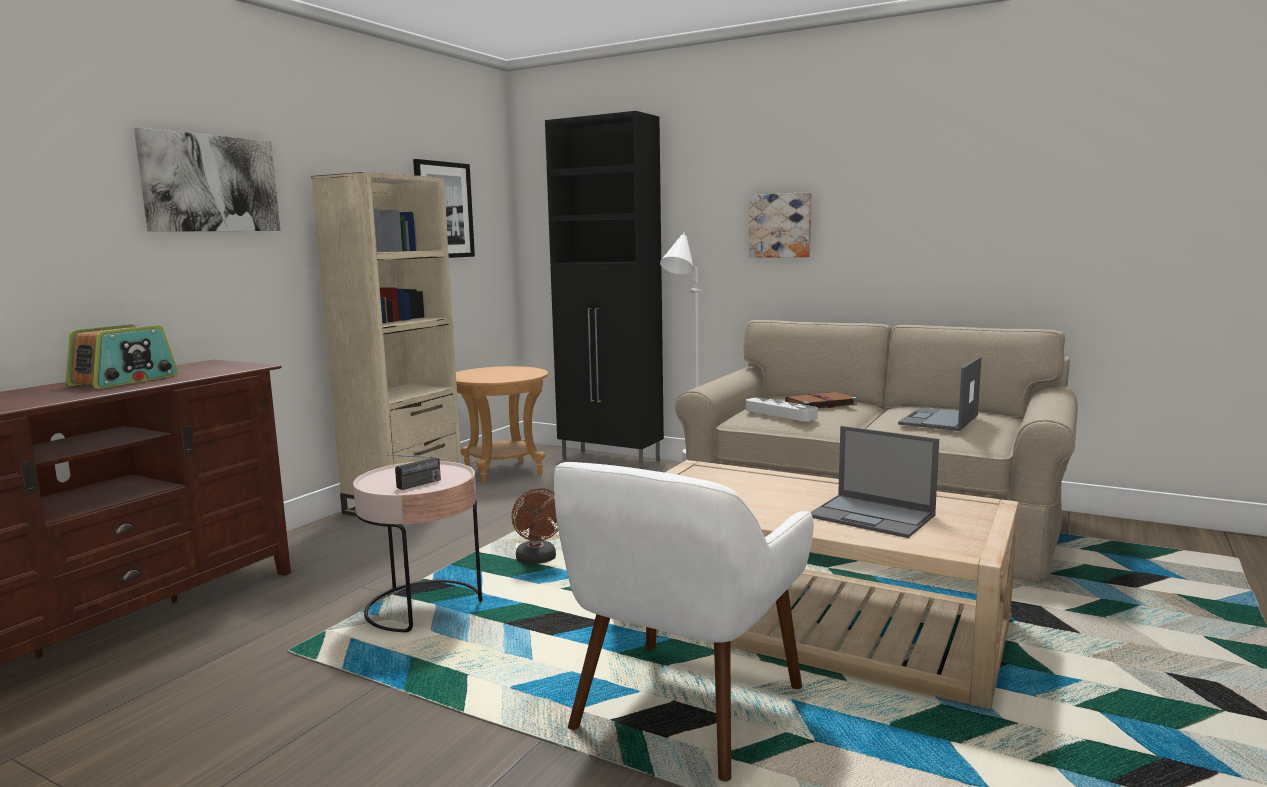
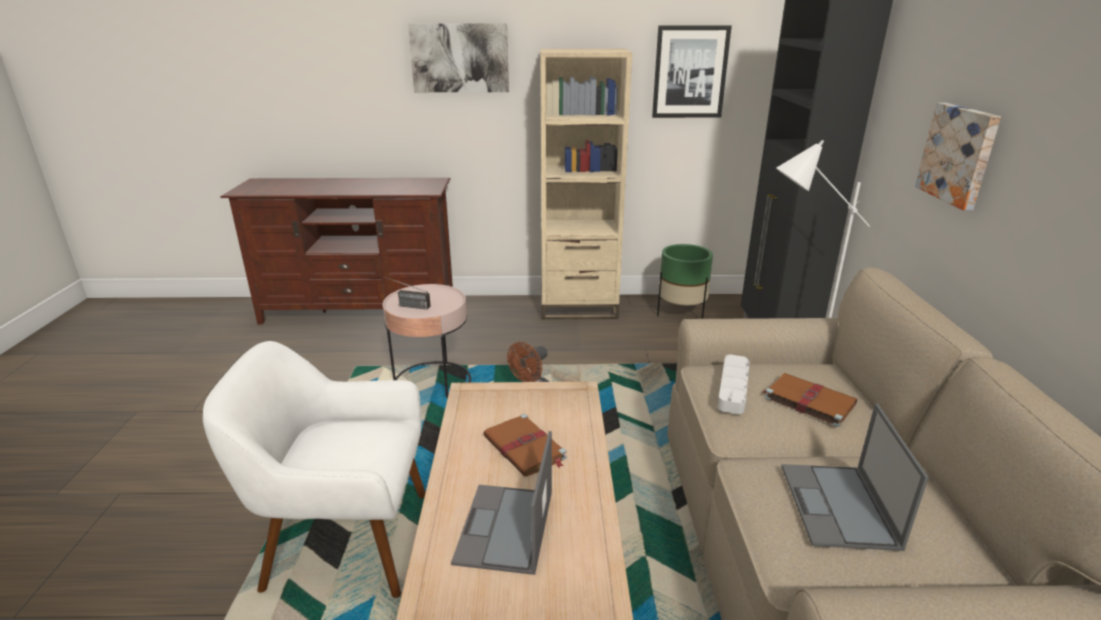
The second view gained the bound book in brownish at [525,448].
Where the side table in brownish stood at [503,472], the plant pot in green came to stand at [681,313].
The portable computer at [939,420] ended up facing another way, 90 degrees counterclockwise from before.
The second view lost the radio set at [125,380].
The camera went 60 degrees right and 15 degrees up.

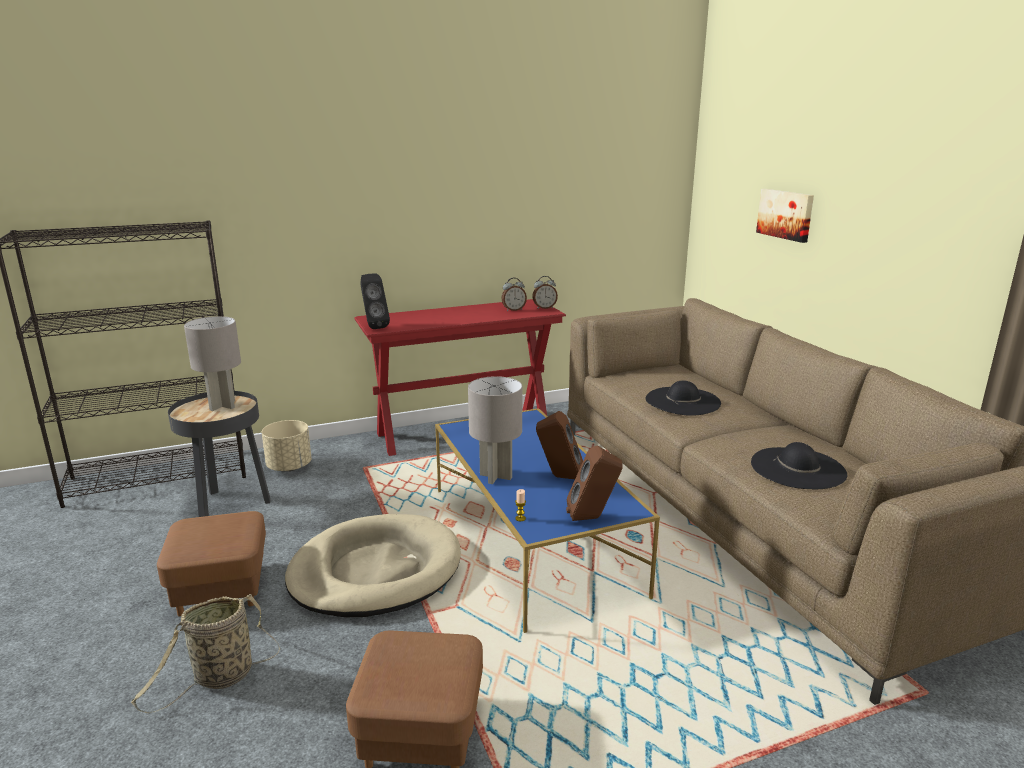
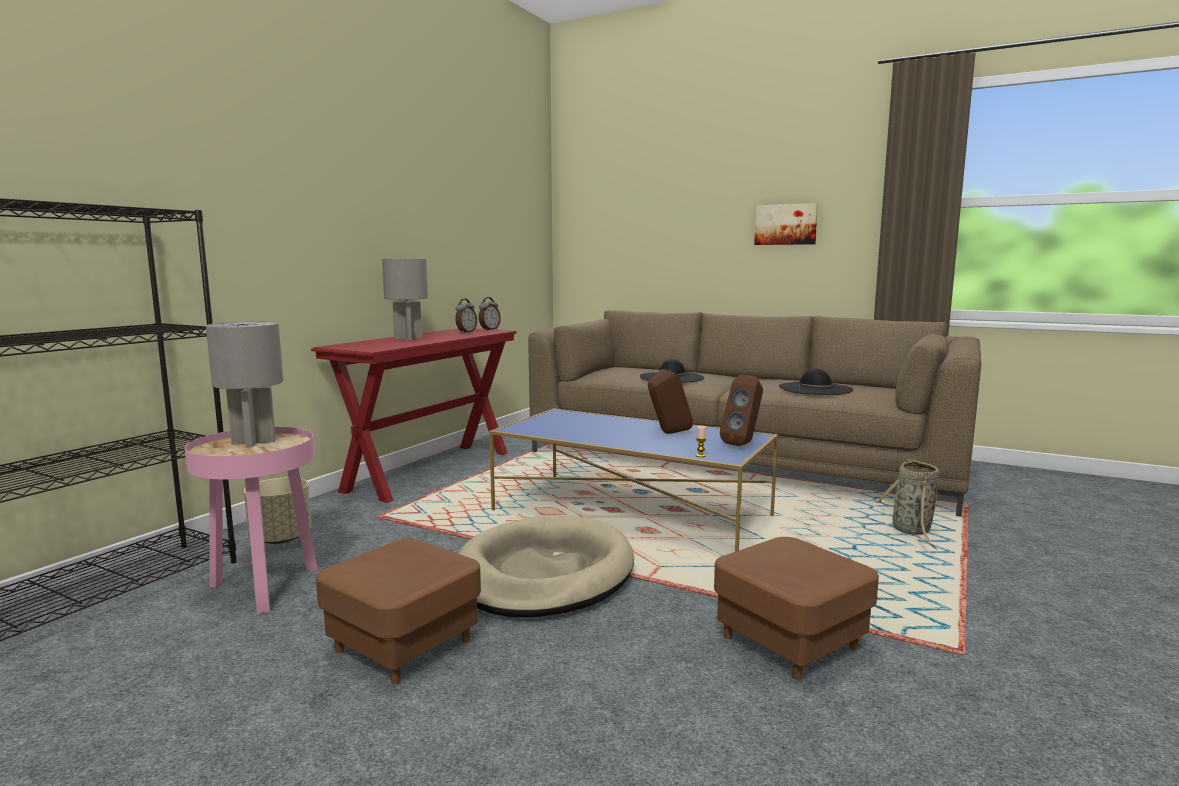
What was the side table in black-coloured at [229,505] turned into the side table in pinkish at [264,587].
The table lamp in grey ended up elsewhere, having gone from [496,476] to [408,338].
The wall art ended up elsewhere, having gone from [786,214] to [786,224].
The storage basket ended up elsewhere, having gone from [220,678] to [912,531].
The second view lost the loudspeaker in black-coloured at [373,327].
The camera went 40 degrees left and 10 degrees down.

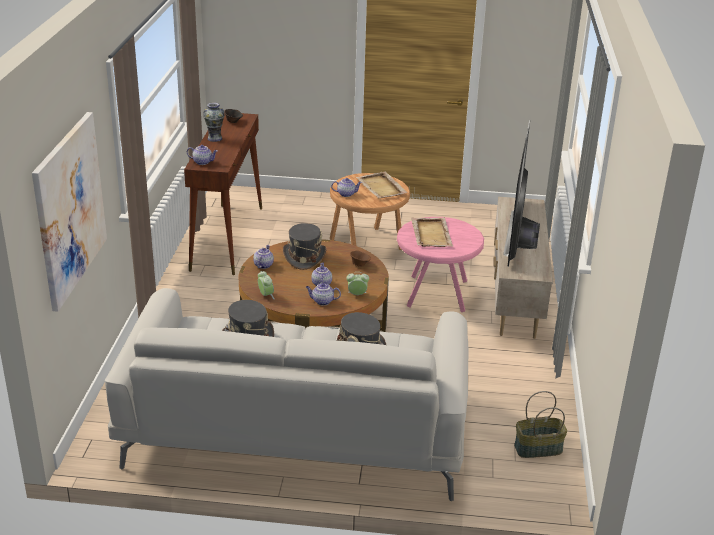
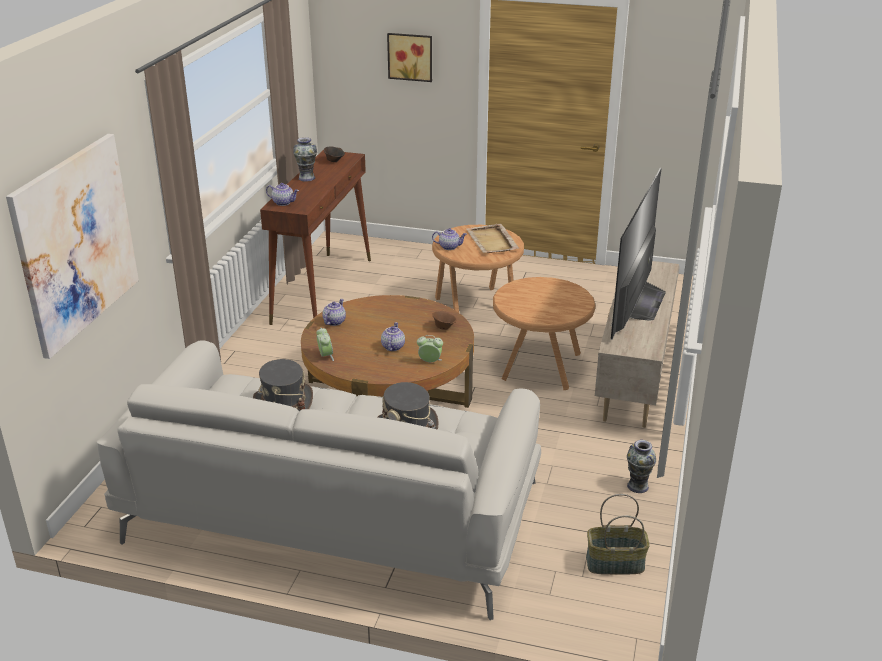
The second view gained the wall art at [410,56].
What was the side table in pinkish at [436,294] turned into the side table in brownish at [540,368].
The second view gained the flower vase at [637,486].
The second view lost the wearable hat in grey at [304,257].
The second view lost the teapot at [322,301].
The second view lost the serving tray in sand-coloured at [431,234].
The camera went 10 degrees right and 0 degrees up.

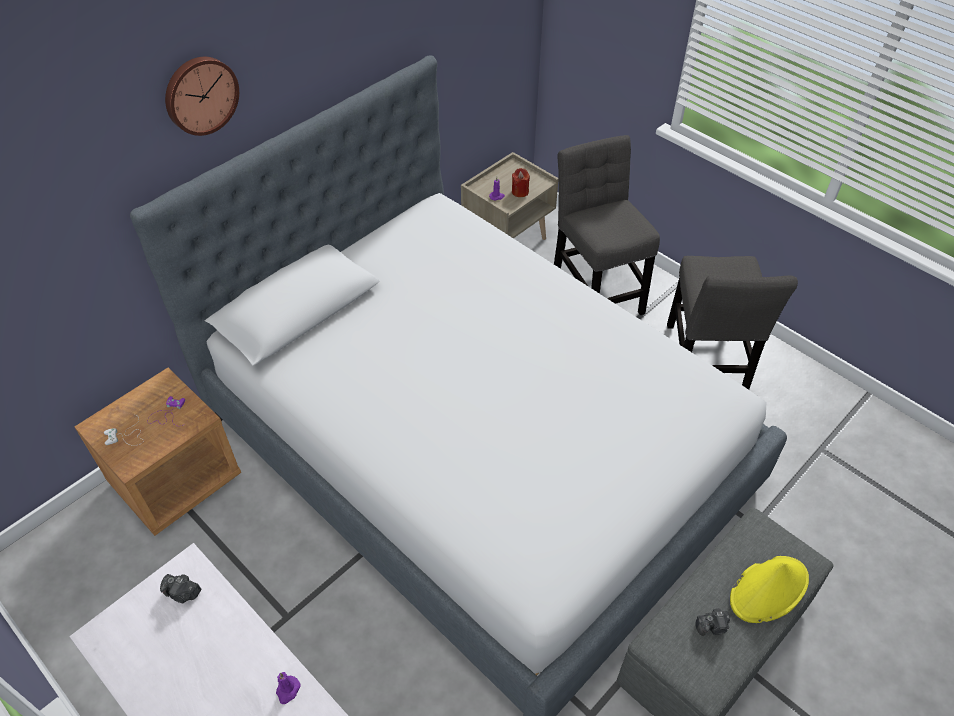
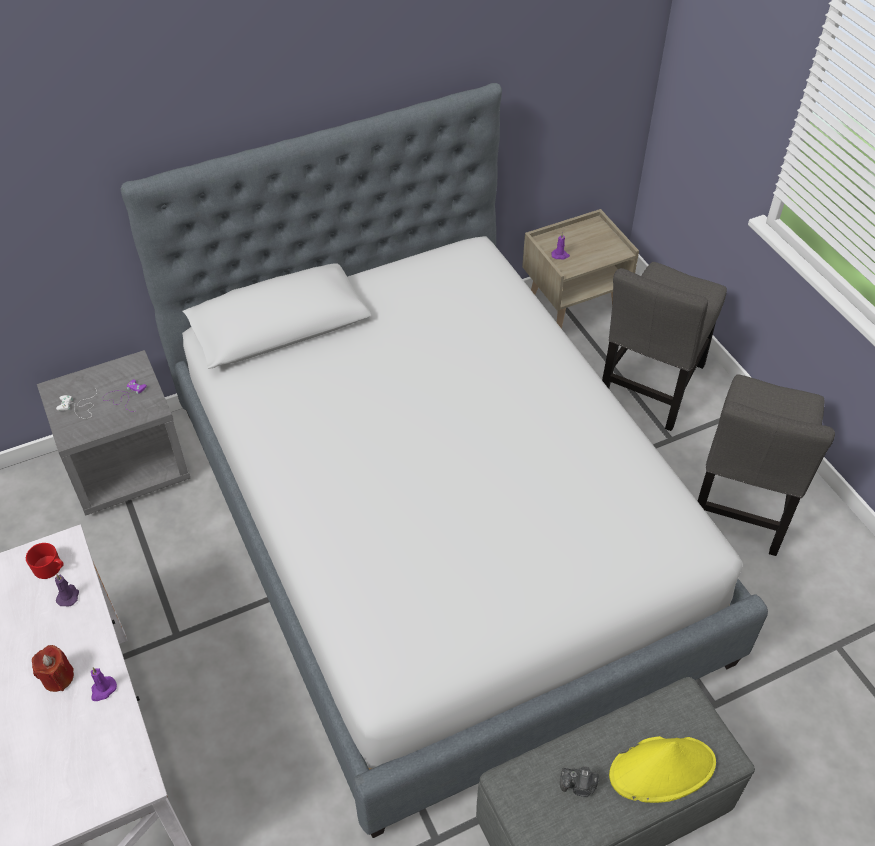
Where the photo camera stood at [183,593], the coffee mug in red came to stand at [50,568].
The wax candle in red ended up elsewhere, having gone from [520,192] to [58,677].
What was the bedside table in brownish at [176,479] turned into the bedside table in grey at [128,467].
The second view gained the wax candle in purple at [68,596].
The upright chair in grey at [596,288] ended up facing another way, 150 degrees counterclockwise from before.
The second view lost the clock on the wall at [200,94].
The camera went 20 degrees right and 0 degrees up.

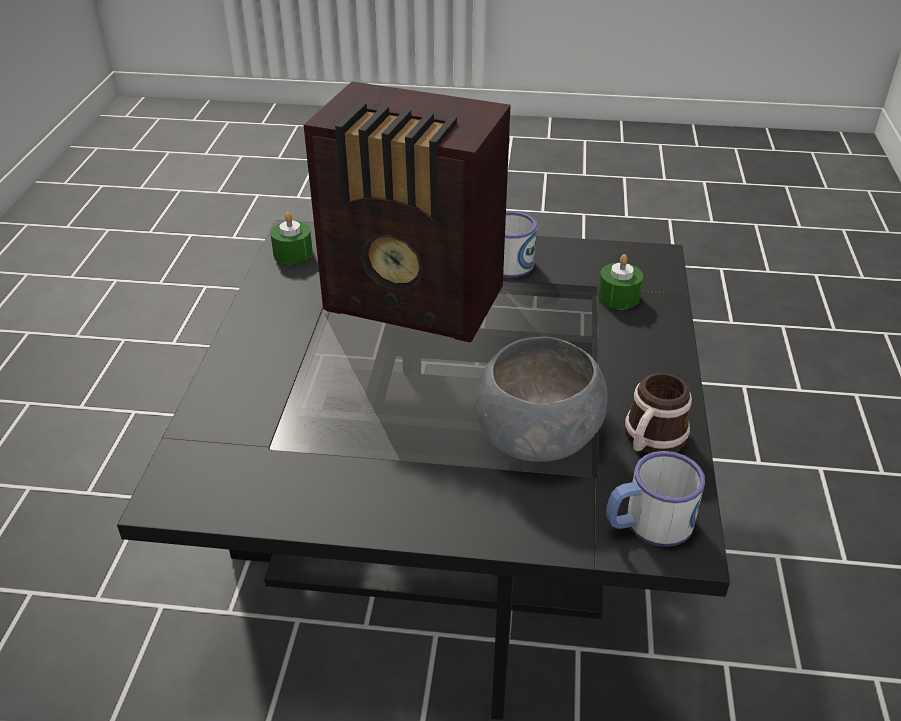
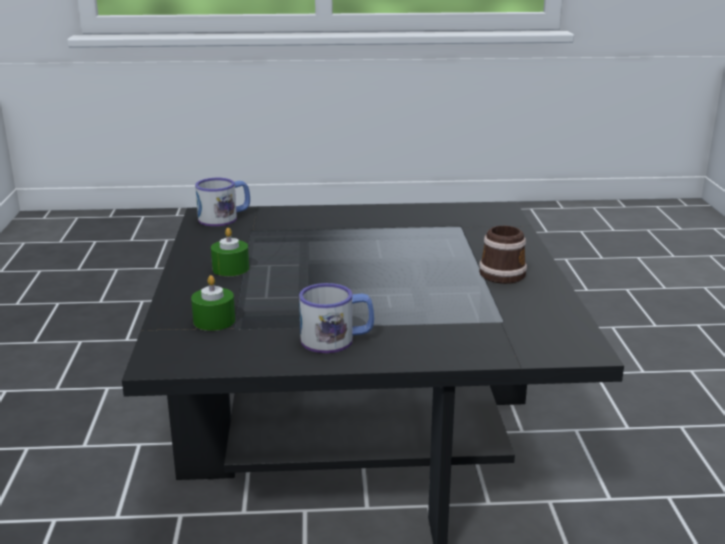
The wax candle in green ended up elsewhere, having gone from [293,253] to [230,268].
The coffee mug ended up elsewhere, having gone from [651,441] to [504,272].
The second view lost the radio set at [416,302].
The second view lost the deep dish in grey at [534,437].
The camera went 170 degrees right and 15 degrees down.

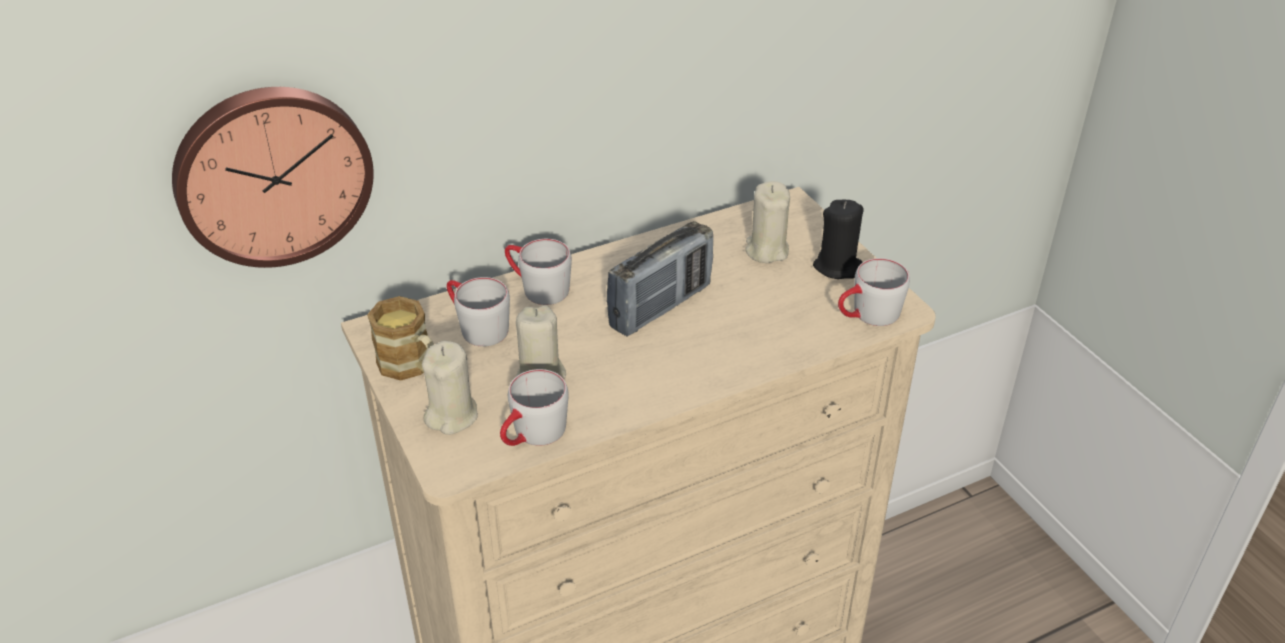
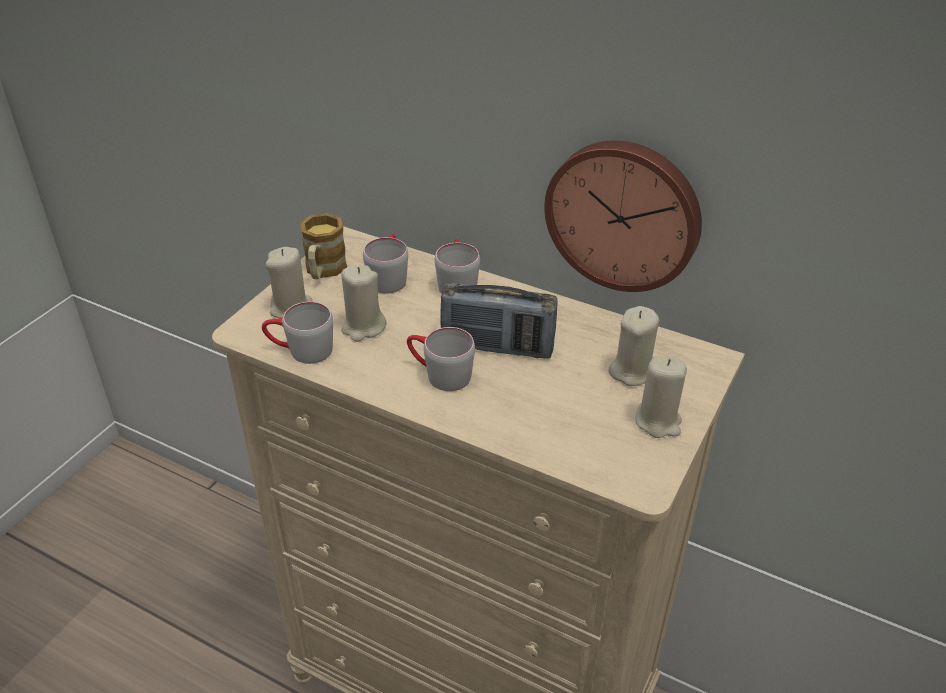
The coffee mug in grey ended up elsewhere, having gone from [867,316] to [439,374].
The clock on the wall ended up elsewhere, having gone from [272,174] to [624,214].
What was the wax candle in black-coloured at [838,267] turned into the wax candle in sand-coloured at [658,421].
The camera went 55 degrees right and 0 degrees up.

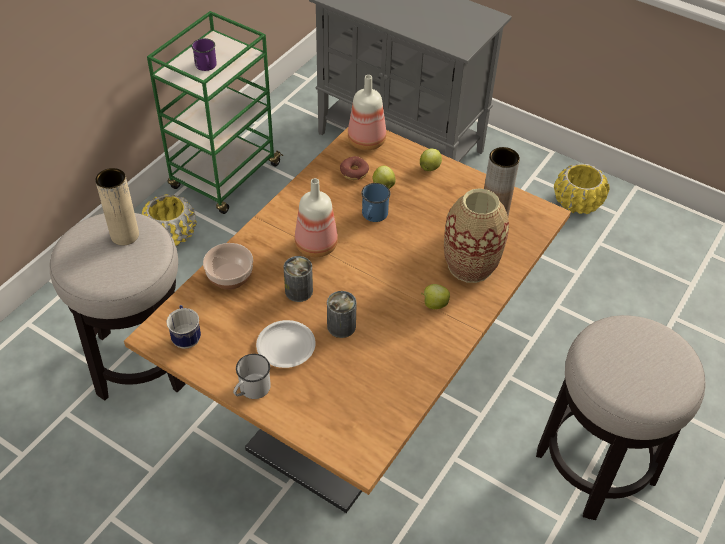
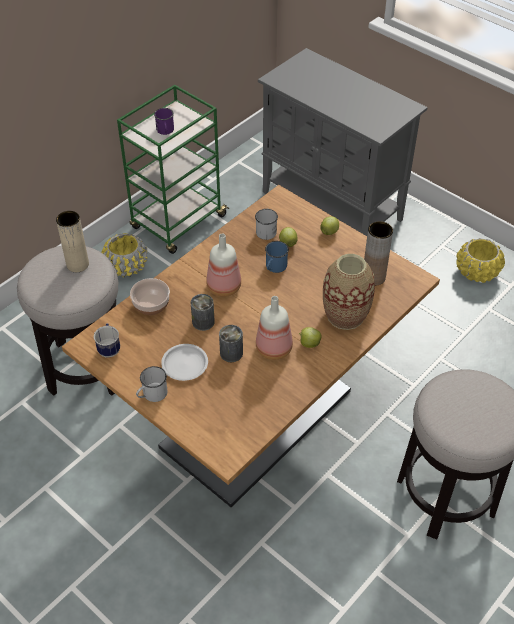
Where the doughnut stood at [354,172], the coffee mug in white-coloured came to stand at [266,230].
The drink bottle ended up elsewhere, having gone from [367,141] to [275,348].
The camera went 10 degrees right and 0 degrees up.

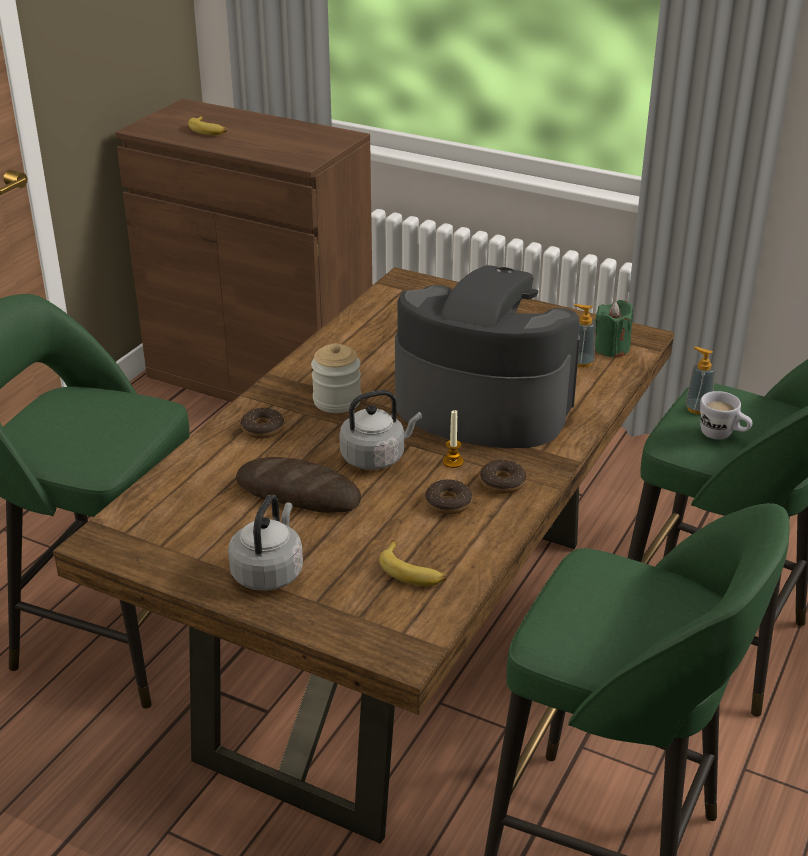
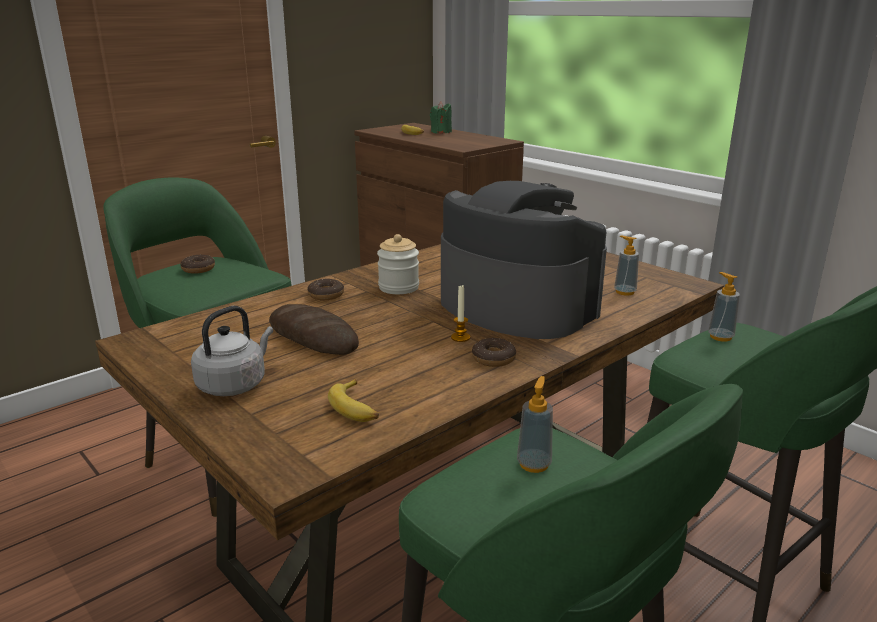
The doughnut ended up elsewhere, having gone from [448,503] to [198,269].
The wax candle in green ended up elsewhere, having gone from [611,348] to [441,132].
The second view gained the liquid soap bottle at [534,464].
The second view lost the kettle in grey at [376,457].
The second view lost the coffee mug in white-coloured at [722,435].
The camera went 20 degrees right and 10 degrees down.

